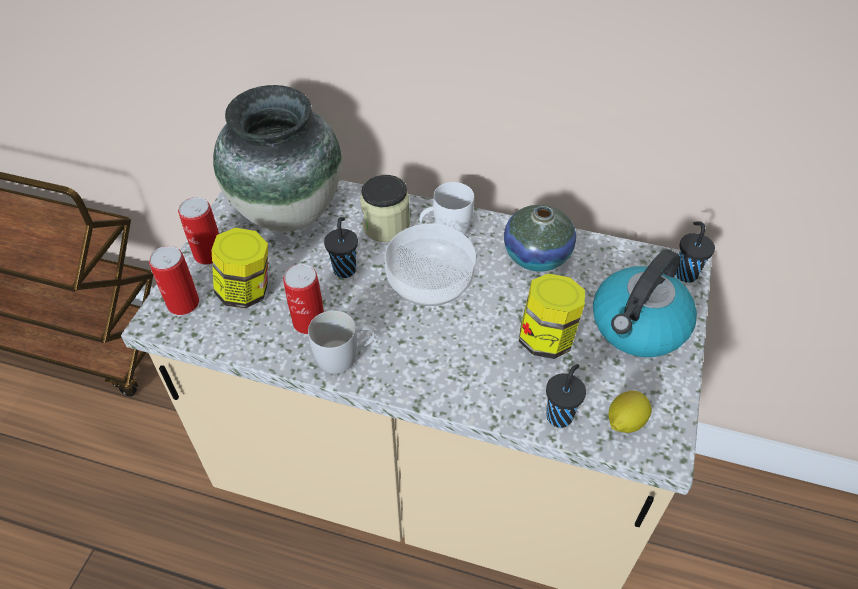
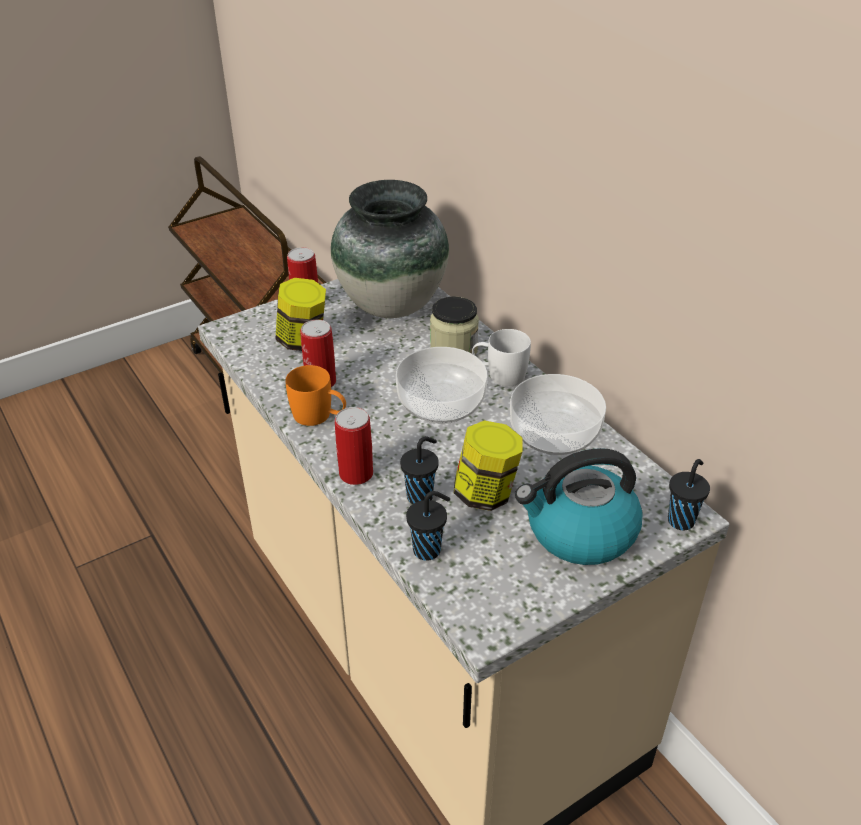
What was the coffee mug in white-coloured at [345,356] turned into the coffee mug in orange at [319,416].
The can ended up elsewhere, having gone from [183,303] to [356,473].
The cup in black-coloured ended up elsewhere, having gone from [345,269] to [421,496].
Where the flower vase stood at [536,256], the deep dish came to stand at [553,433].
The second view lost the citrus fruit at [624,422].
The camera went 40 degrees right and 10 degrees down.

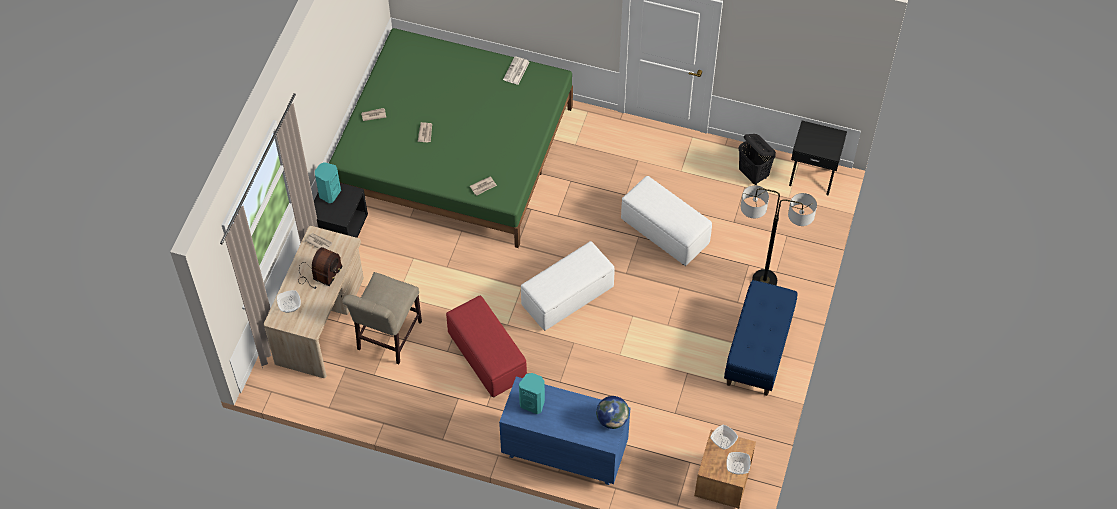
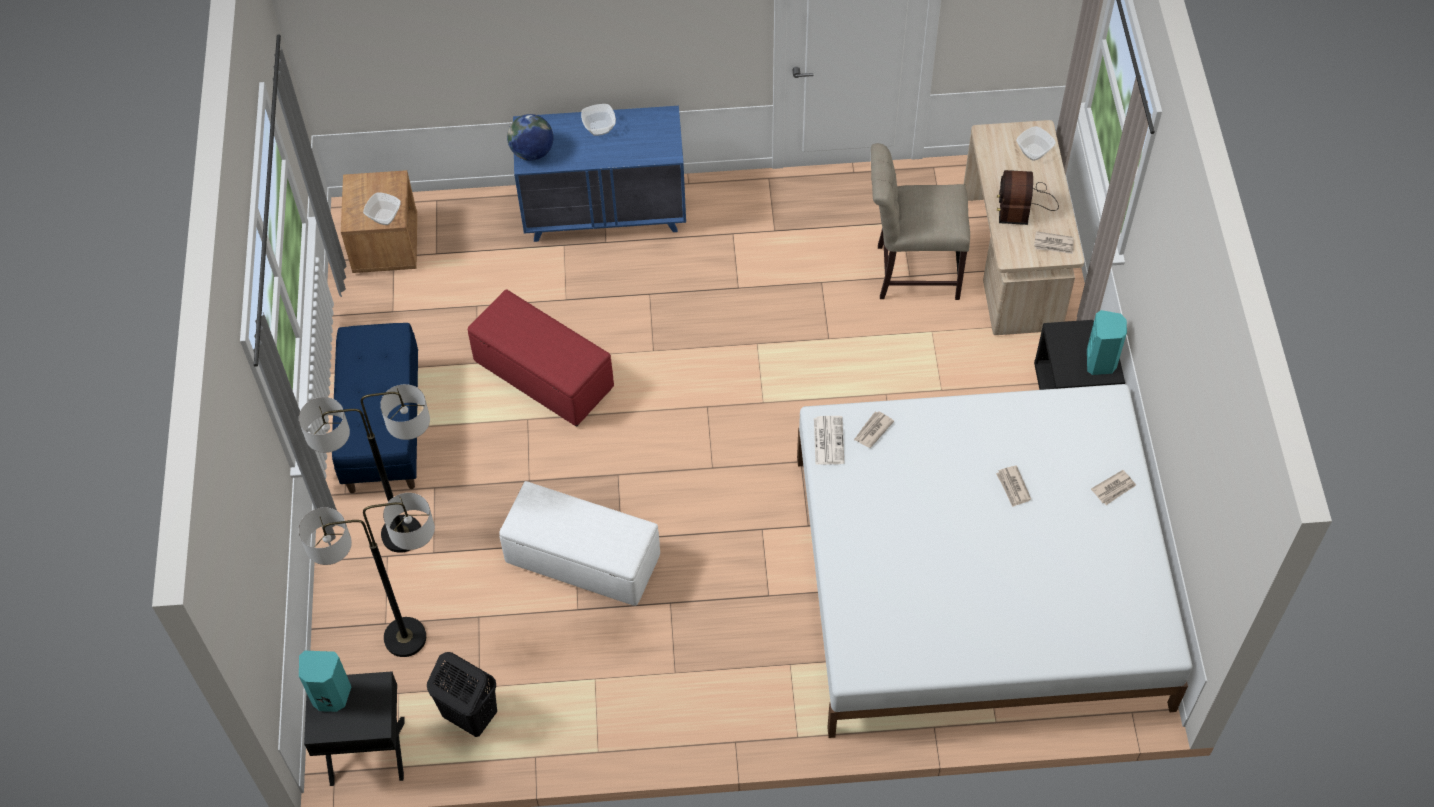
The second view gained the standard lamp at [405,637].
The loudspeaker in turquoise ended up elsewhere, having gone from [533,403] to [330,696].
The footrest in red ended up elsewhere, having gone from [487,357] to [543,375].
The deep dish ended up elsewhere, having gone from [737,467] to [599,128].
What was the bedroom bed in green at [455,151] turned into the bedroom bed in white-coloured at [978,580].
The newspaper ended up elsewhere, having gone from [516,71] to [828,440].
The upright chair in sand-coloured at [387,338] ended up facing another way, 90 degrees counterclockwise from before.
The second view lost the footrest in white-coloured at [567,297].
The camera went 160 degrees right and 0 degrees up.

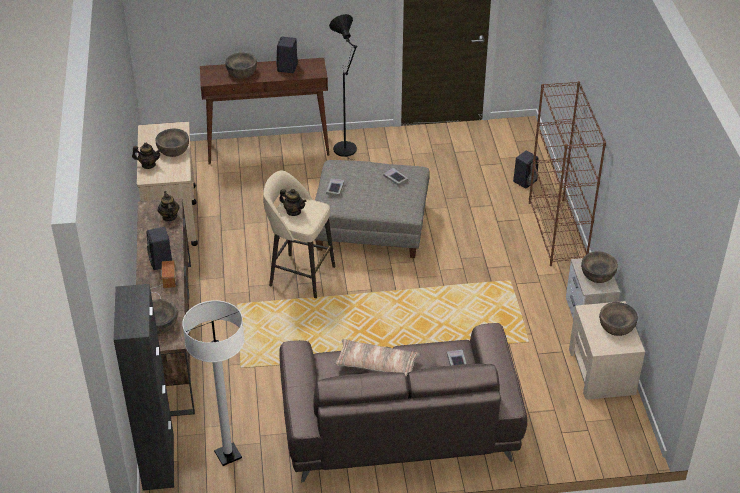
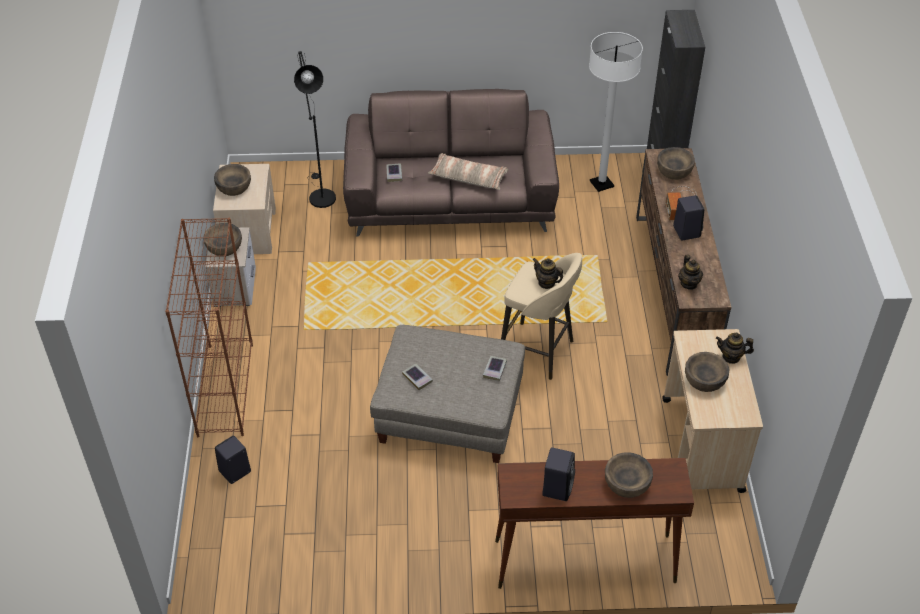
The standard lamp in black-coloured ended up elsewhere, having gone from [347,152] to [320,195].
The camera went 175 degrees left and 5 degrees up.

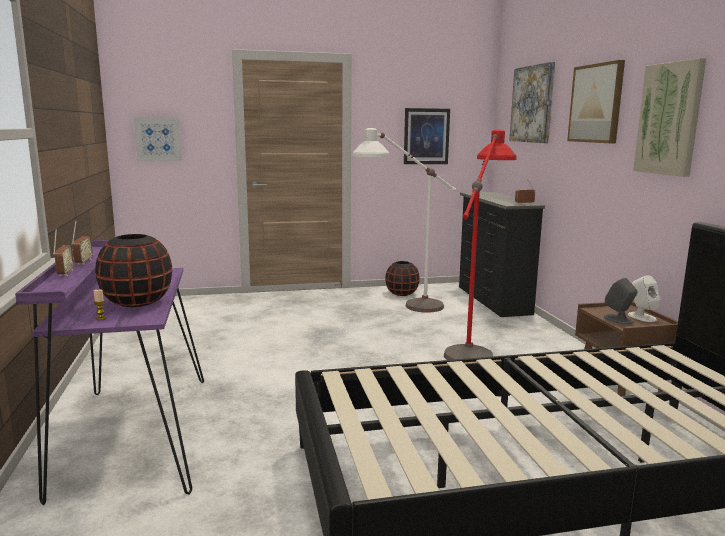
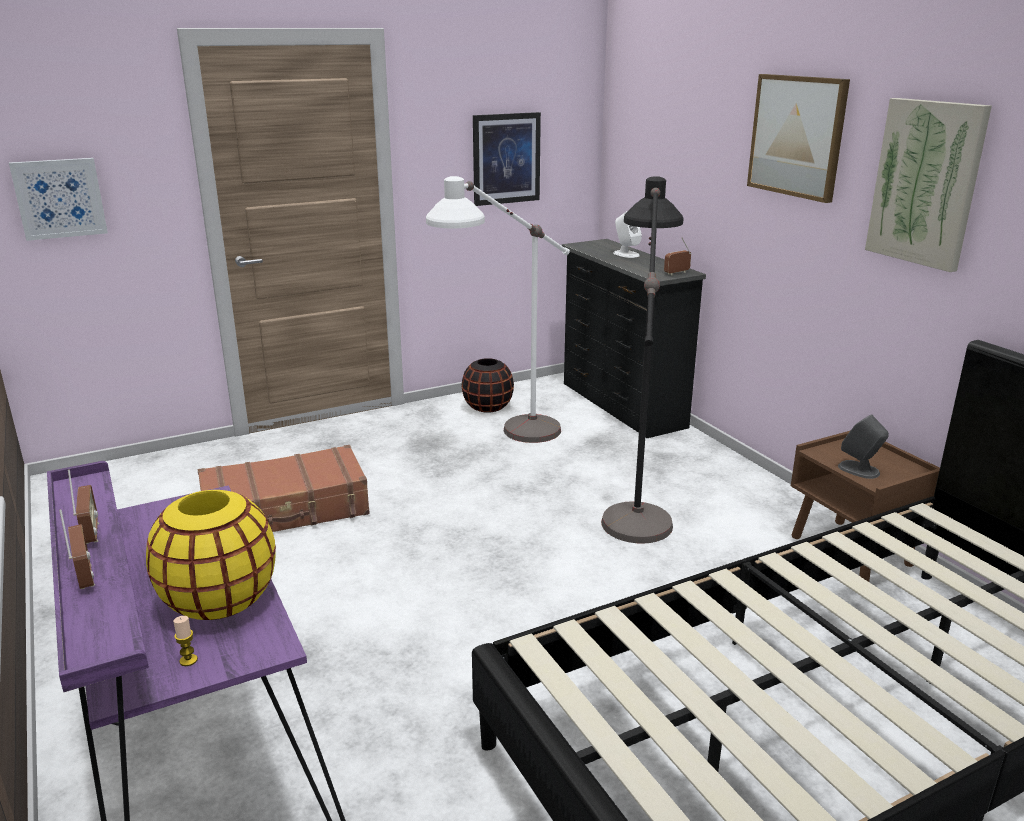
What was the flower vase in black-coloured at [137,302] turned into the flower vase in yellow at [220,601].
The second view gained the piece of luggage in brownish at [286,510].
What was the standard lamp in red at [476,345] turned into the standard lamp in black-coloured at [637,499].
The loudspeaker in white-coloured ended up elsewhere, having gone from [641,317] to [626,254].
The second view lost the wall art at [532,104].
The camera went 15 degrees left and 10 degrees up.

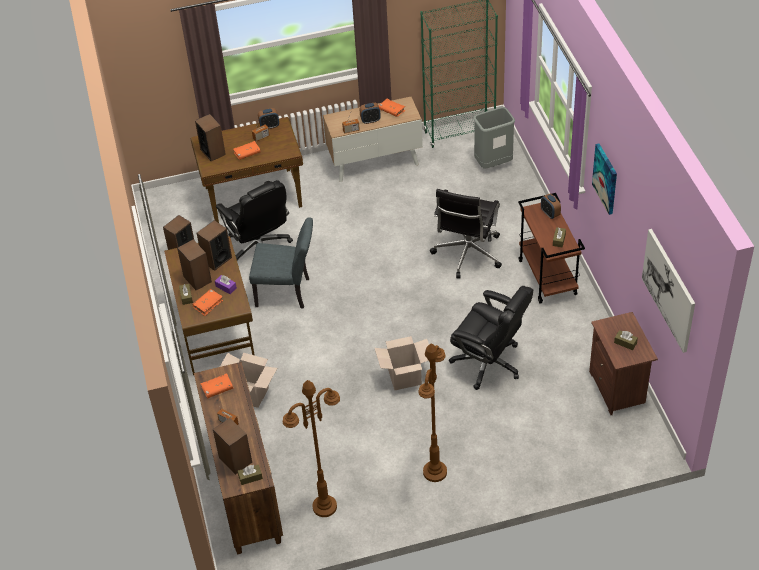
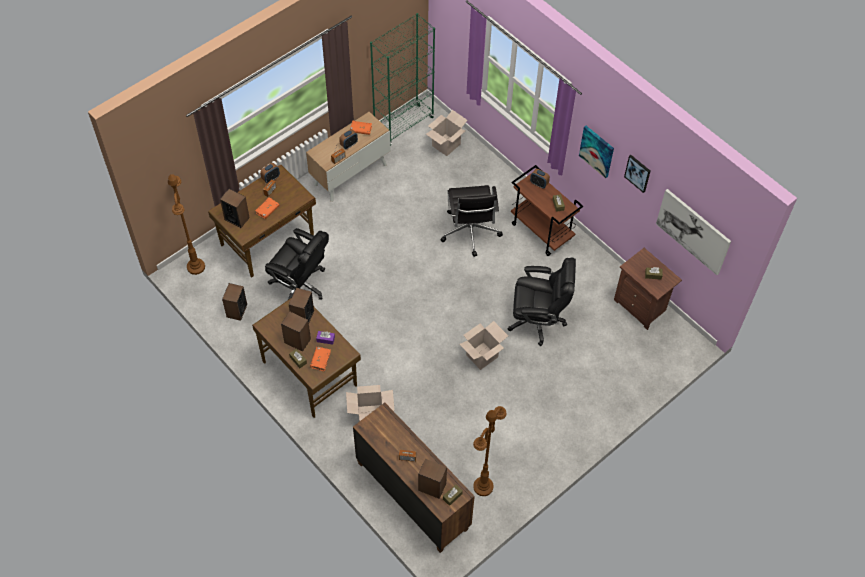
The standard lamp in brownish ended up elsewhere, having gone from [435,471] to [196,266].
Where the rubbish bin in grey stood at [493,164], the packing box came to stand at [446,145].
The second view gained the wall art at [638,173].
The second view lost the bound book in orange at [217,389].
The second view lost the upright chair in grey at [287,292].
The camera went 30 degrees left and 10 degrees up.

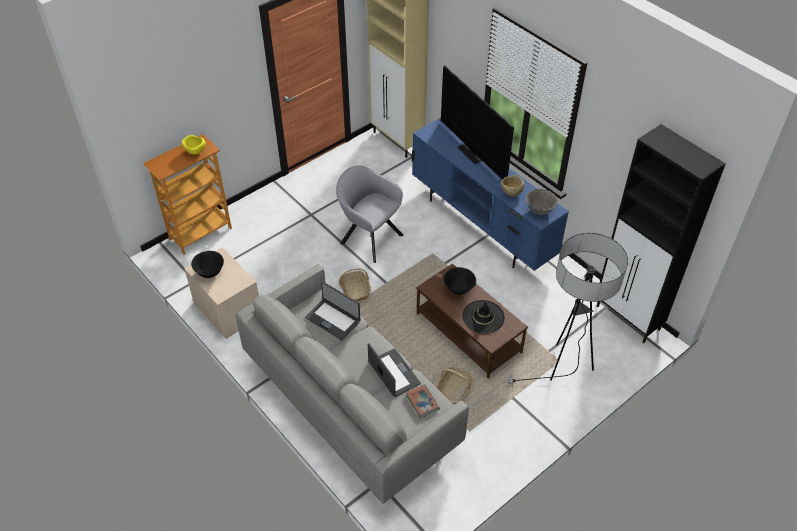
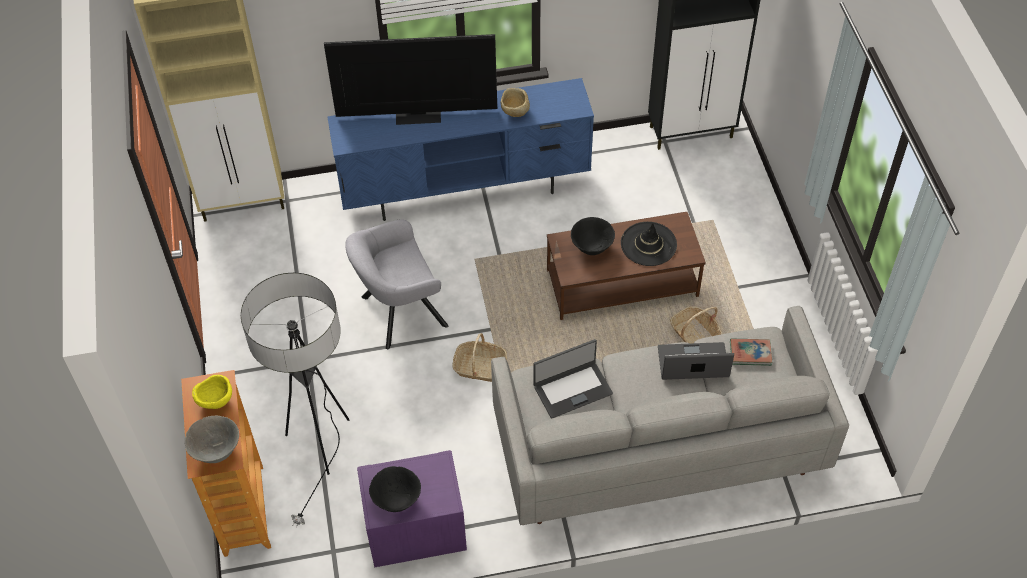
The deep dish in grey ended up elsewhere, having gone from [539,210] to [216,451].
The standard lamp ended up elsewhere, having gone from [563,368] to [321,449].
What was the bedside table in sand-coloured at [227,309] turned into the bedside table in purple at [414,528].
The camera went 60 degrees left and 5 degrees up.

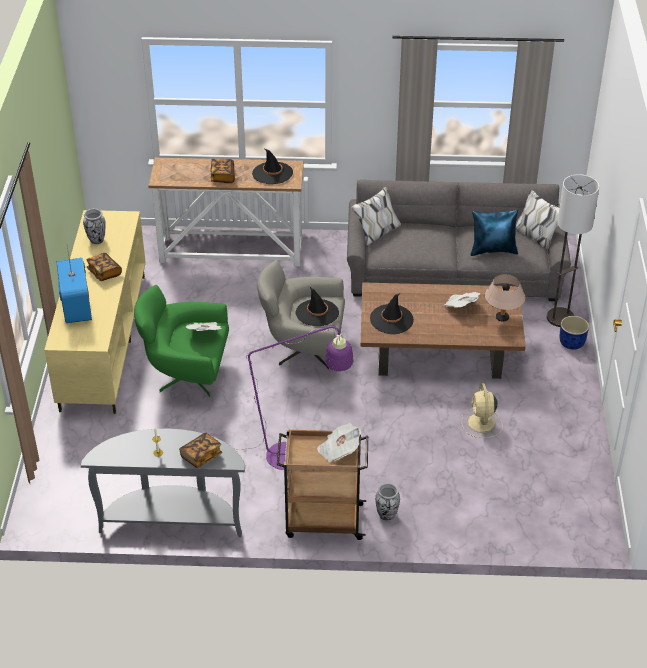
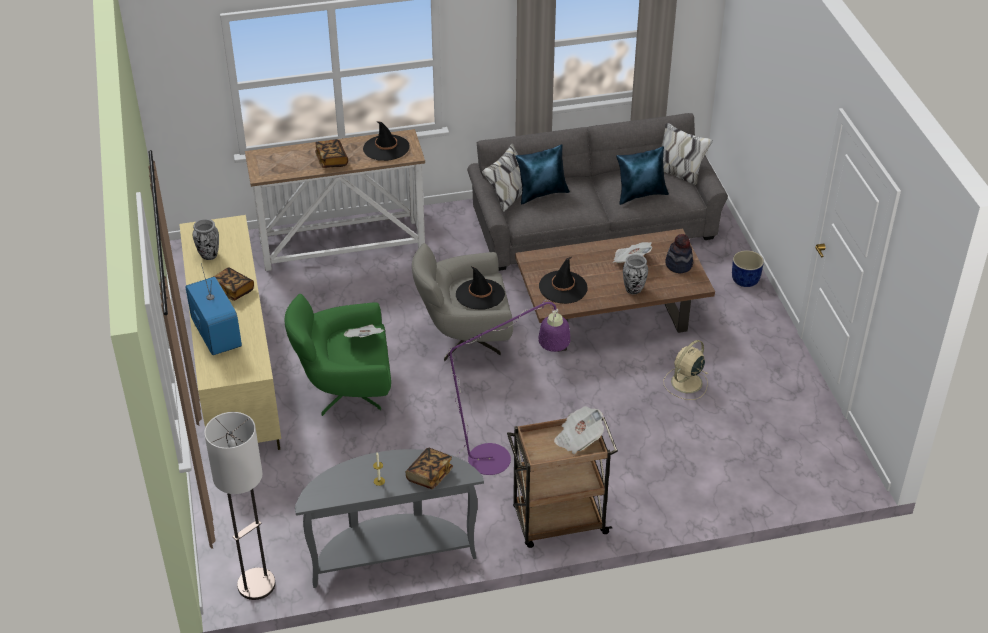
The standard lamp ended up elsewhere, having gone from [560,318] to [256,584].
The second view gained the pillow in bluish at [542,193].
The flower vase ended up elsewhere, having gone from [386,515] to [633,290].
The cooling fan in sand-coloured at [481,423] ended up facing another way, 60 degrees clockwise from before.
Where the table lamp in sand-coloured stood at [502,317], the wearable hat came to stand at [679,264].
The camera went 15 degrees left and 0 degrees up.

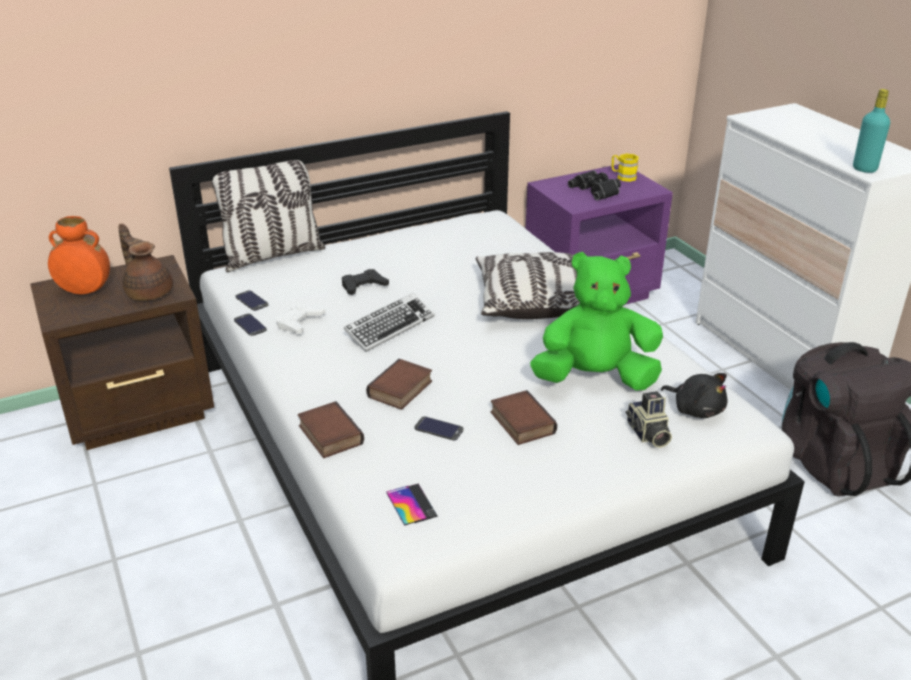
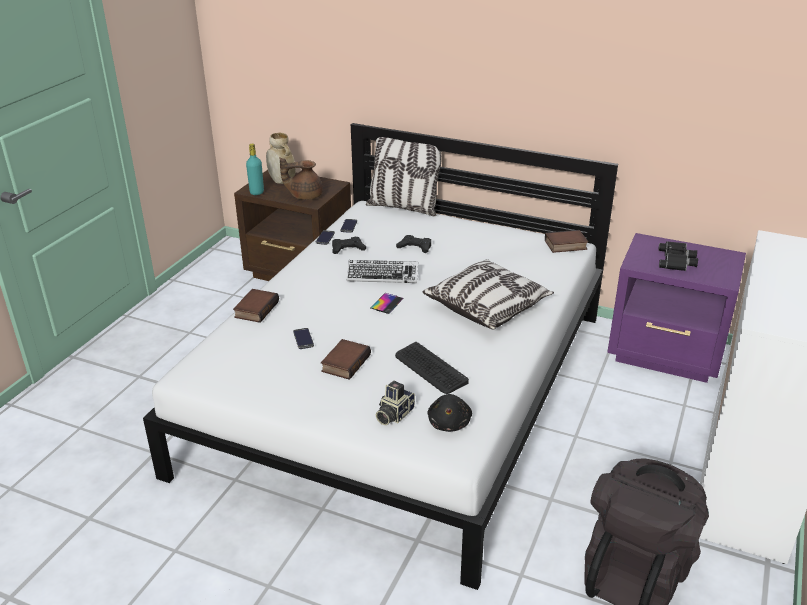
The drink bottle in turquoise ended up elsewhere, having gone from [864,169] to [257,192].
What was the flower vase in orange at [84,291] turned into the flower vase in sand-coloured at [281,182].
The teapot in brownish at [148,292] ended up facing another way, 105 degrees counterclockwise from before.
What was the joypad in white-coloured at [299,322] turned into the joypad in black-coloured at [347,249].
The handset ended up elsewhere, having gone from [411,504] to [386,303].
Where the soft toy in green stood at [595,379], the keyboard came to stand at [430,369].
The bound book ended up elsewhere, having gone from [401,390] to [565,245].
The second view lost the coffee mug in yellow at [623,176].
The camera went 50 degrees right and 0 degrees up.

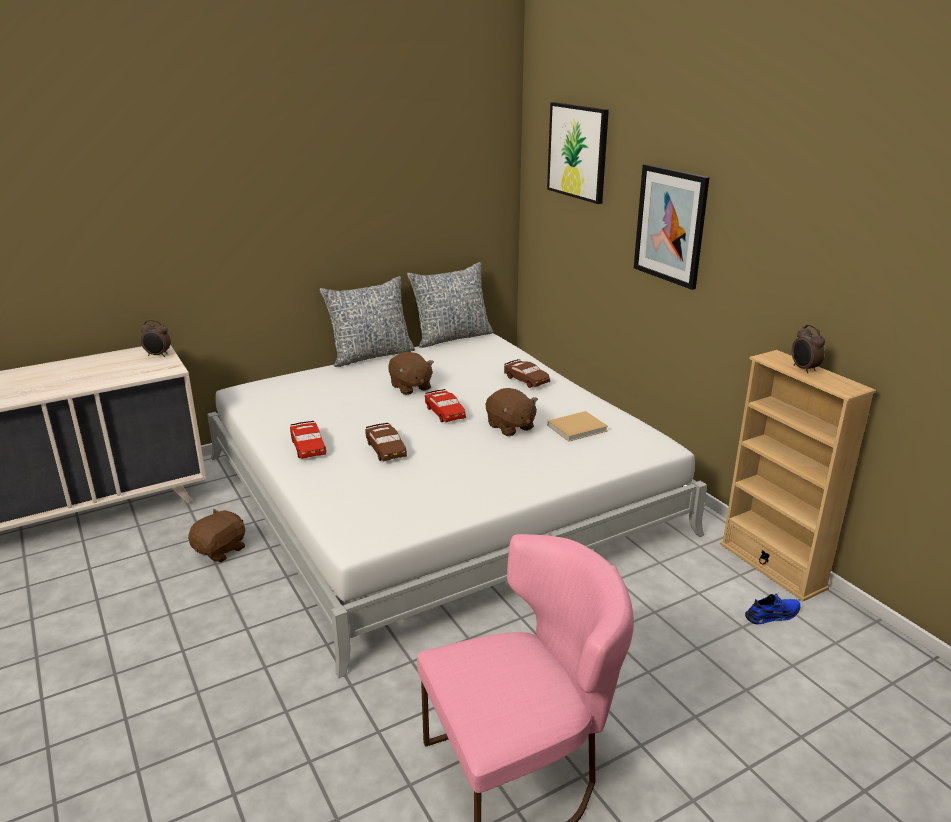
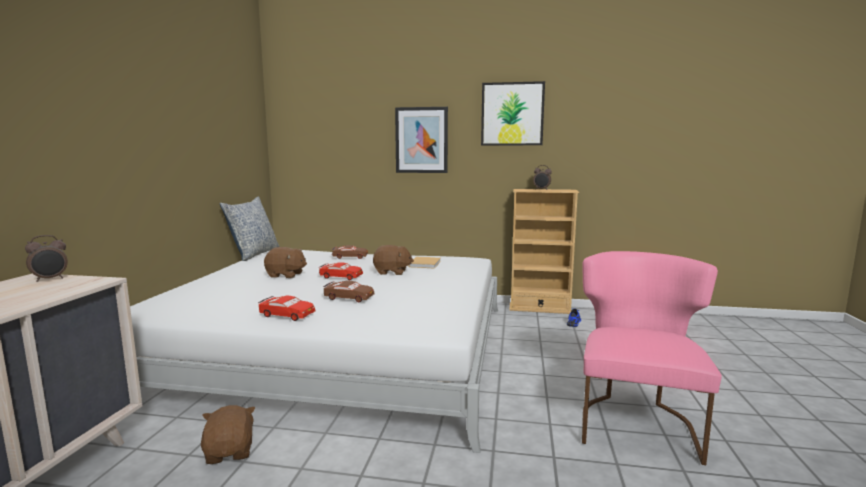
The wall art ended up elsewhere, having gone from [578,151] to [512,114].
The second view lost the pillow at [371,355].
The camera went 50 degrees left and 15 degrees down.

